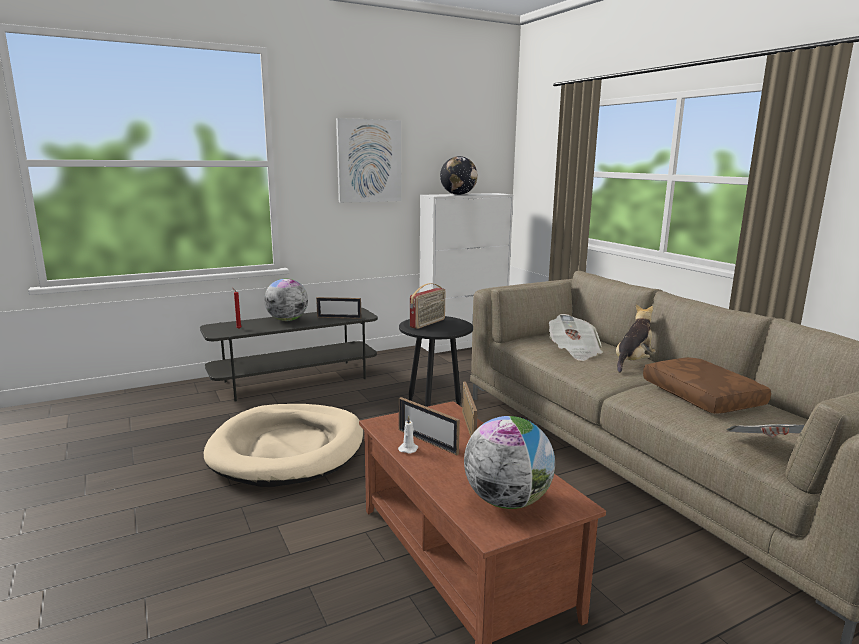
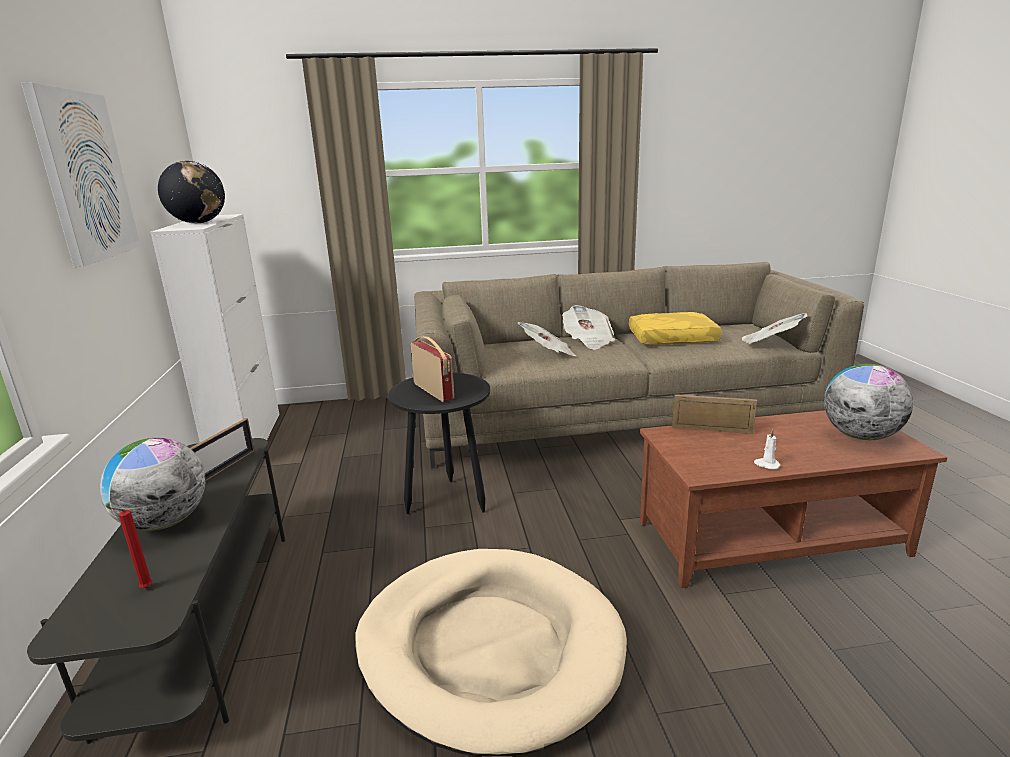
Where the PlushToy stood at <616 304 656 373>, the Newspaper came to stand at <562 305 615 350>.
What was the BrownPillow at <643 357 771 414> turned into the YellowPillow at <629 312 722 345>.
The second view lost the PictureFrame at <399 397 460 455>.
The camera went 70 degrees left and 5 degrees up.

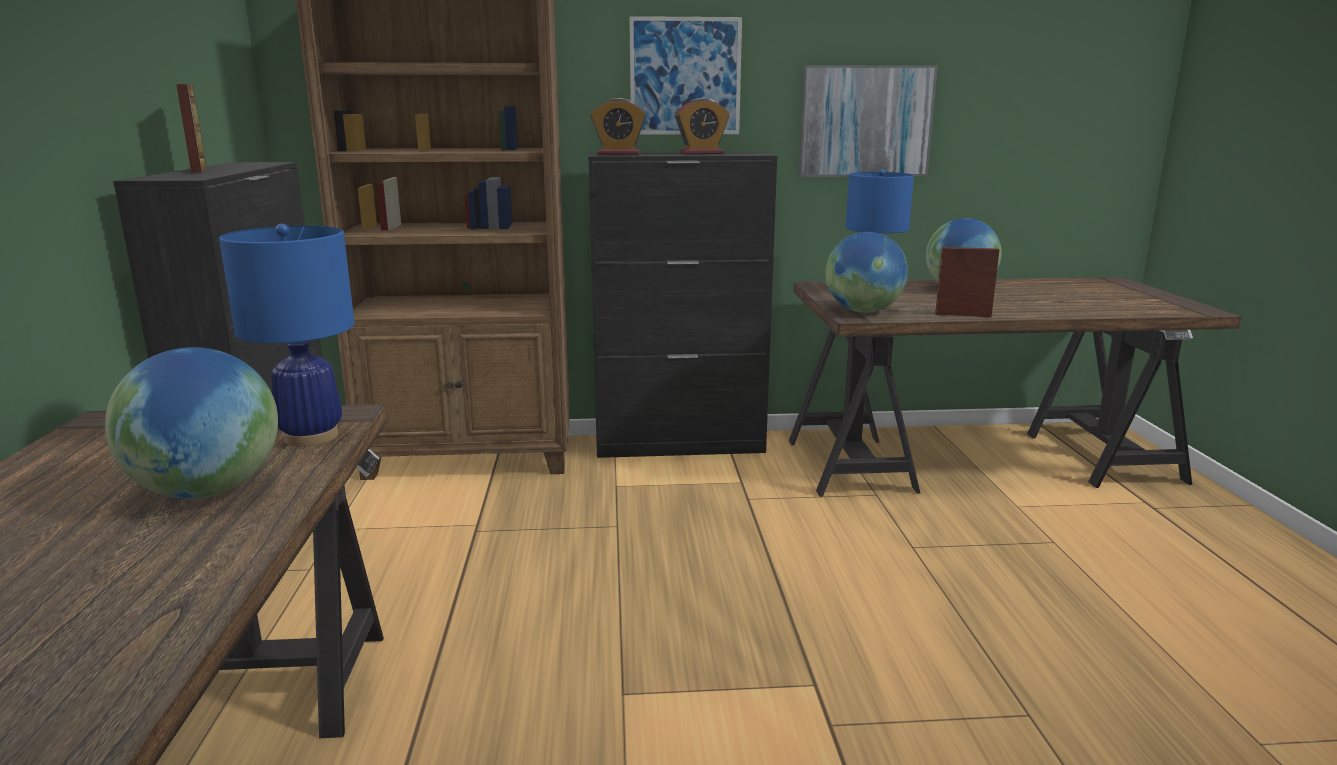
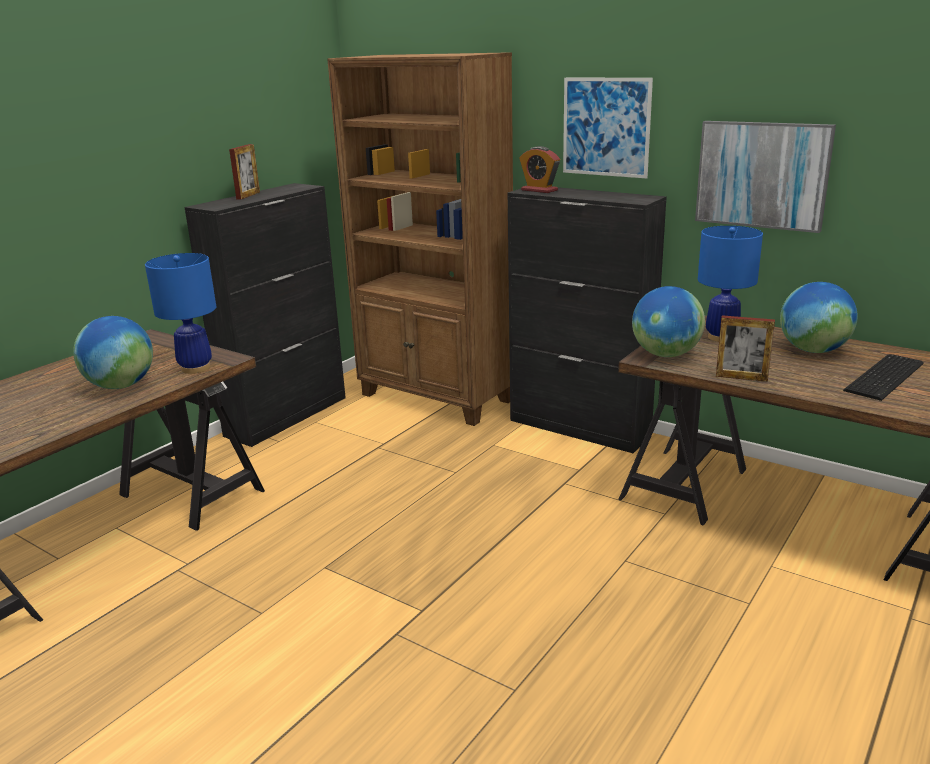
The PictureFrame at <935 247 999 317> ended up facing another way, 150 degrees clockwise from before.
The second view gained the Keyboard at <843 354 924 401>.
The second view lost the AlarmClock at <675 98 729 154>.
The camera went 40 degrees right and 5 degrees up.

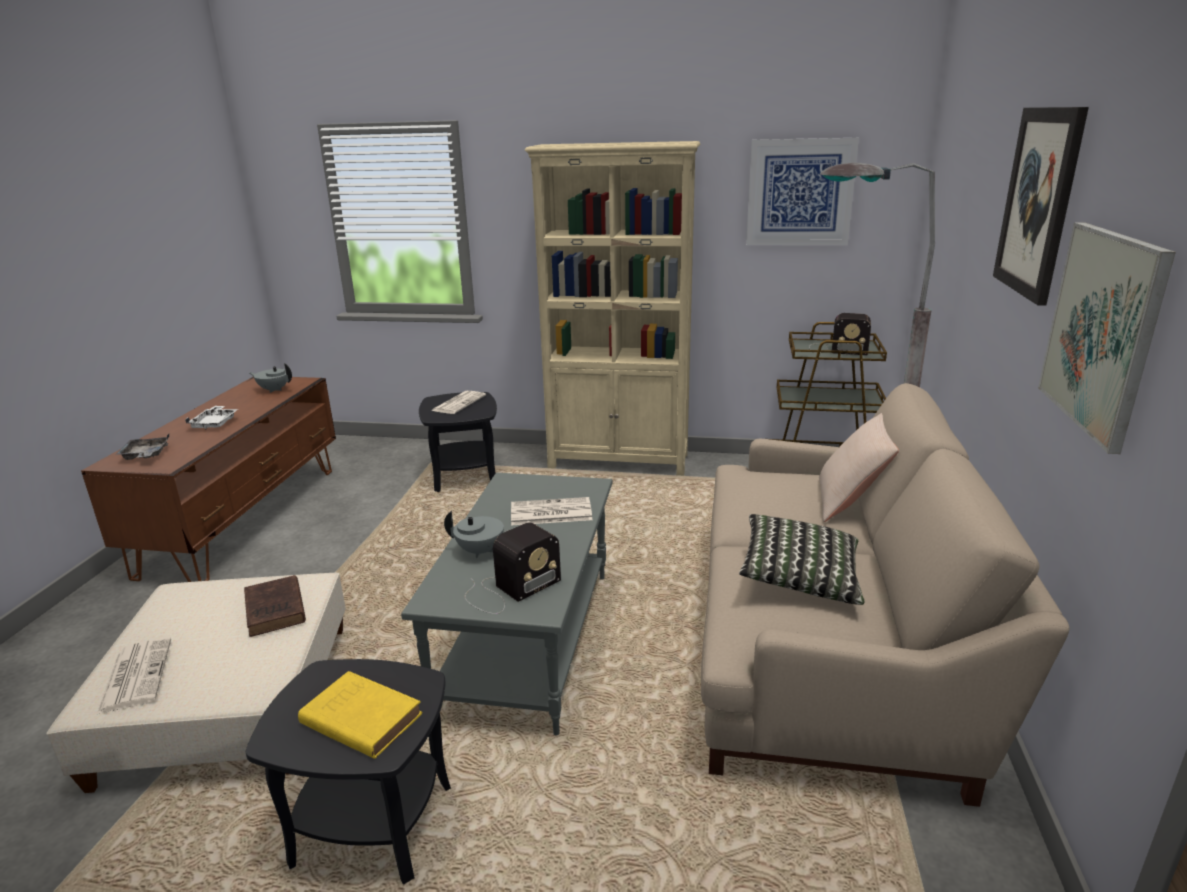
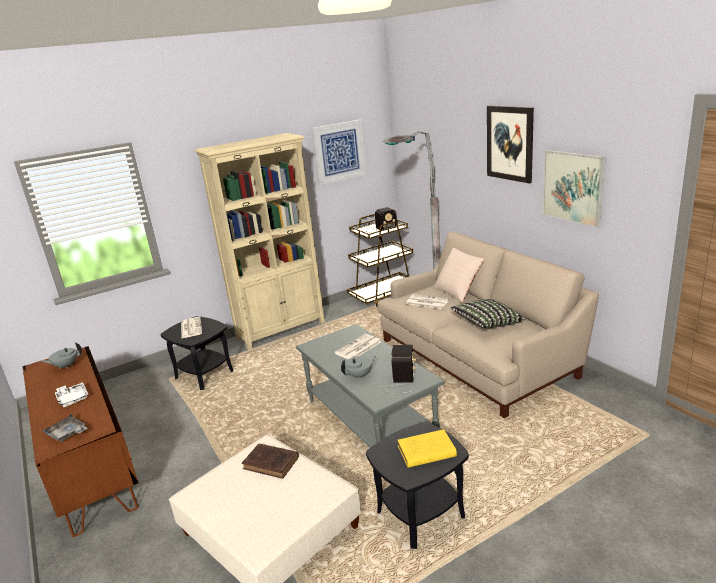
The Newspaper ended up elsewhere, having gone from <97 637 171 714> to <406 294 449 309>.
The camera went 40 degrees left and 0 degrees up.

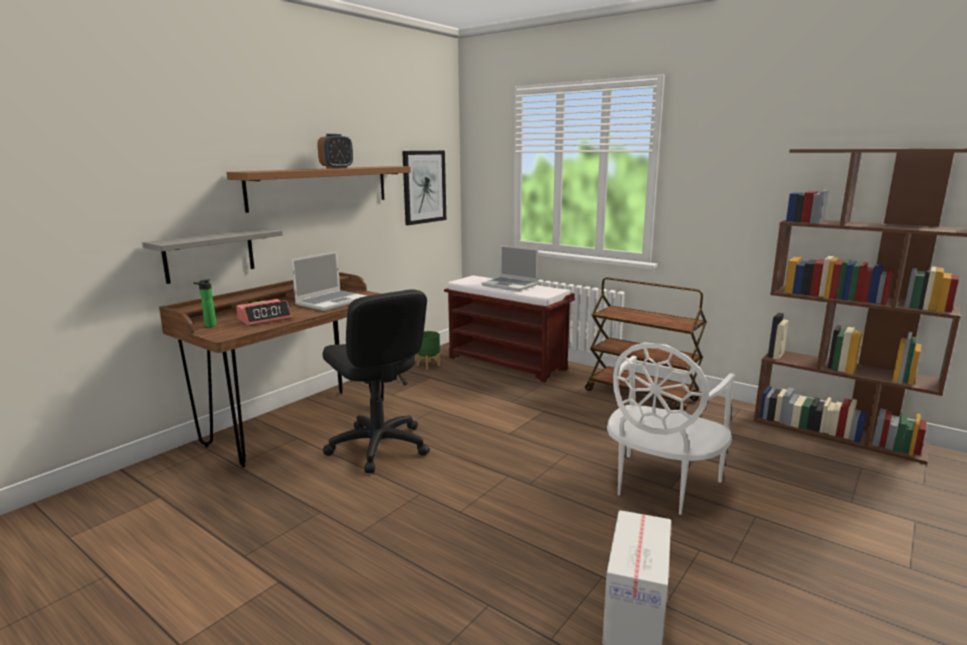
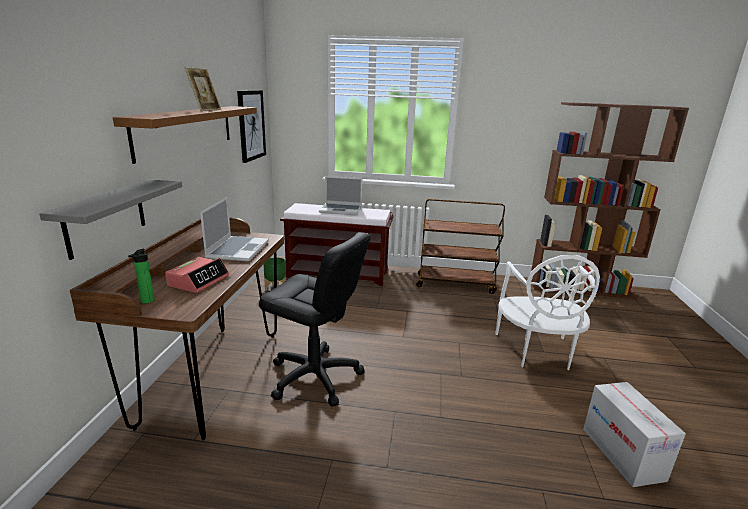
Where the AlarmClock stood at <317 134 353 169>, the PictureFrame came to stand at <185 67 221 111>.
The camera went 30 degrees left and 5 degrees up.

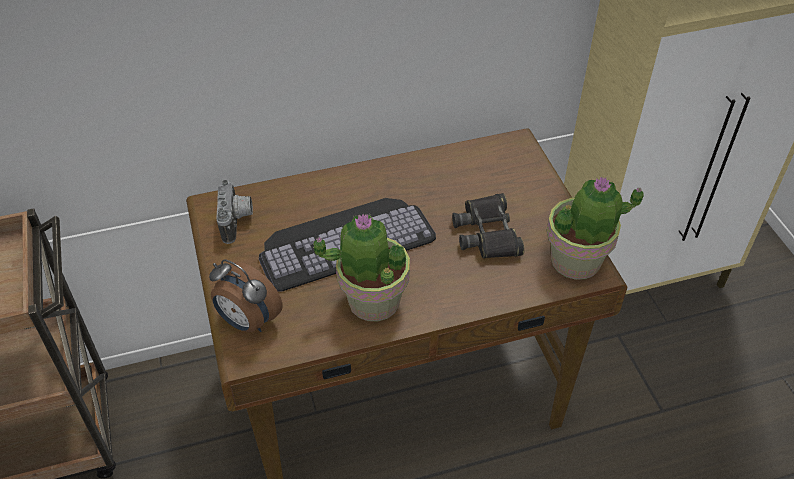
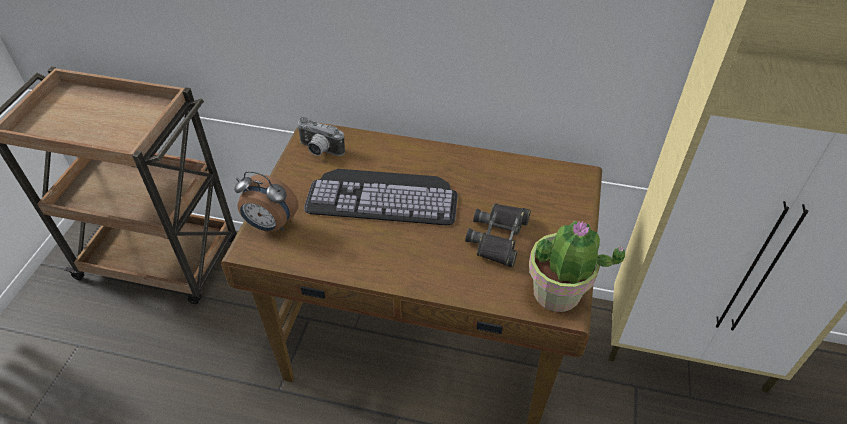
The AlarmClock at <209 259 282 332> ended up facing another way, 45 degrees counterclockwise from before.
The PhotoCamera at <216 180 253 244> ended up facing another way, 90 degrees clockwise from before.
The second view lost the PottedPlant at <313 214 410 321>.
The camera went 30 degrees right and 0 degrees up.

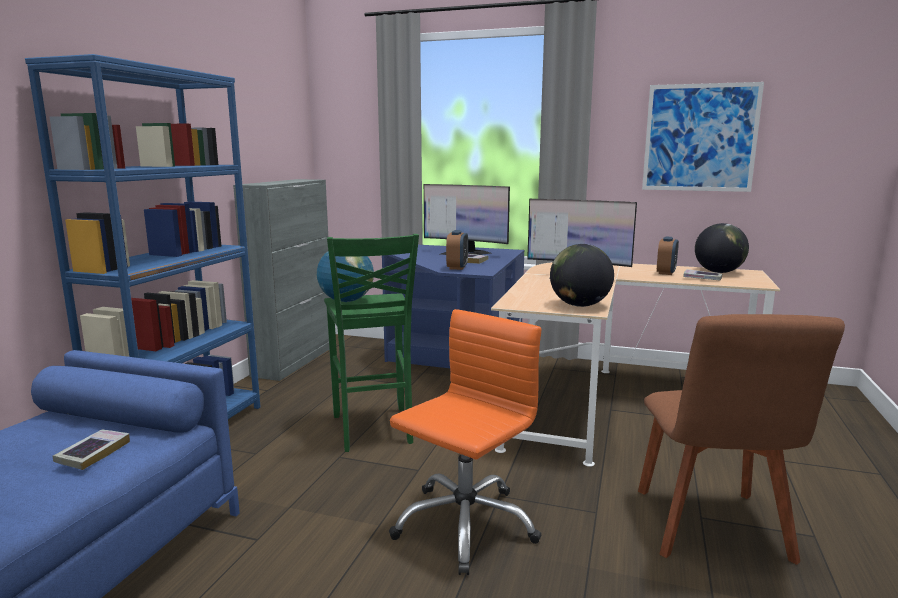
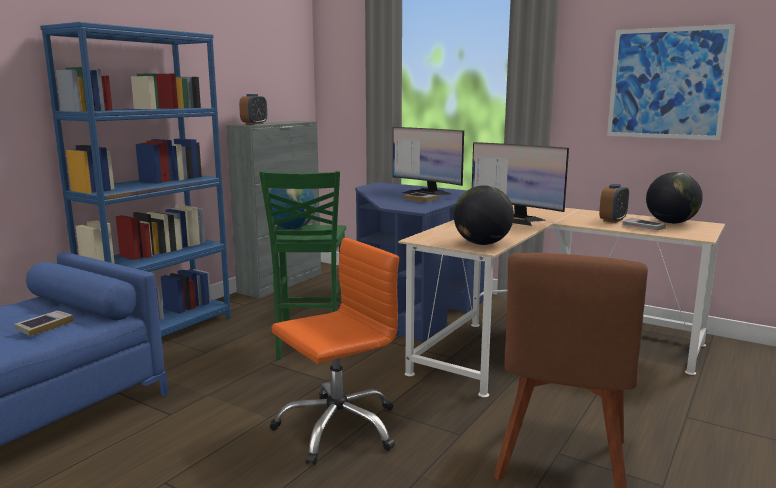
The AlarmClock ended up elsewhere, having gone from <446 230 468 270> to <239 94 267 125>.
The camera went 15 degrees right and 0 degrees up.

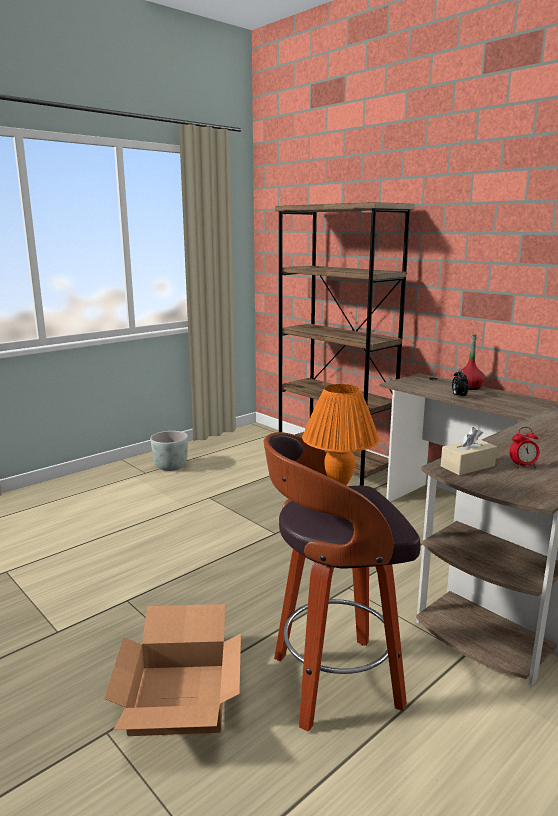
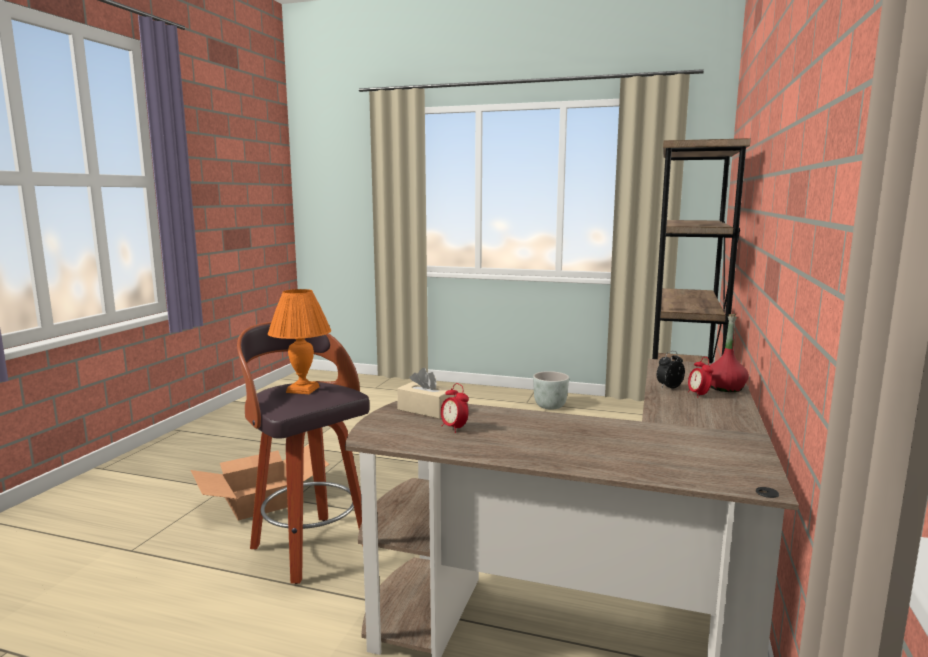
The second view gained the AlarmClock at <688 357 713 398>.
The camera went 60 degrees right and 5 degrees down.

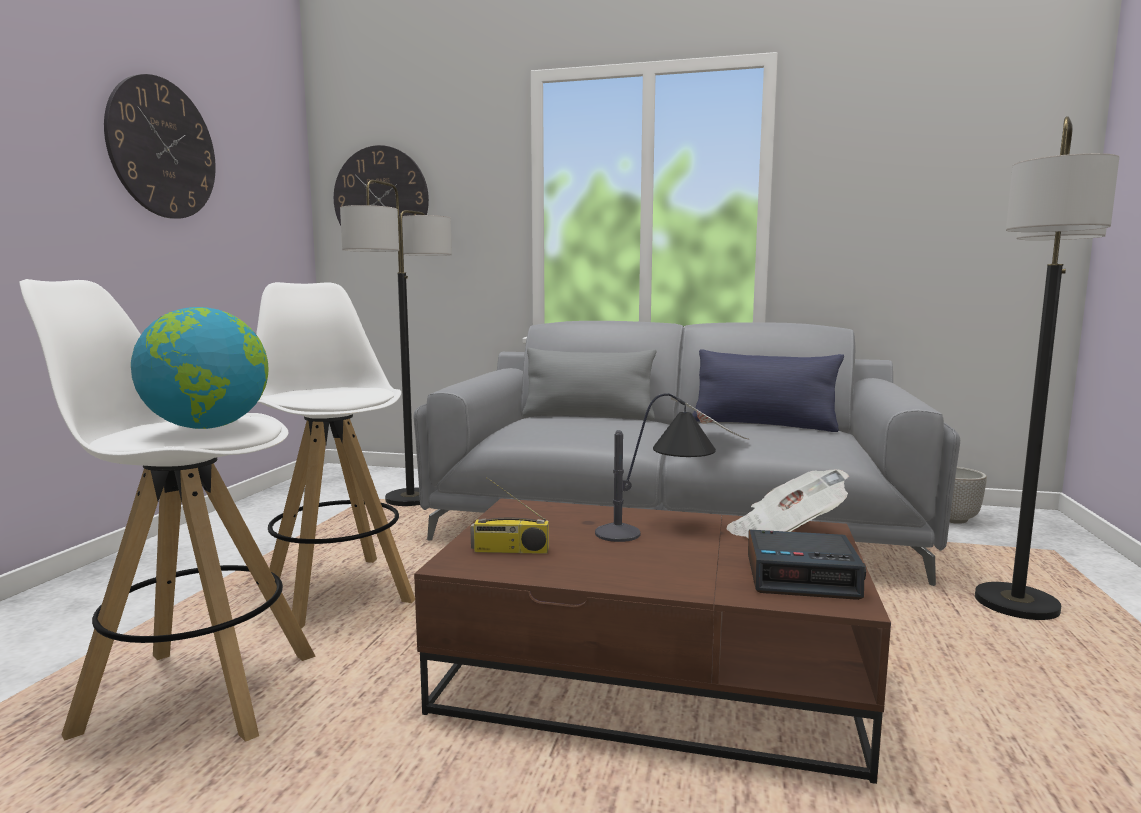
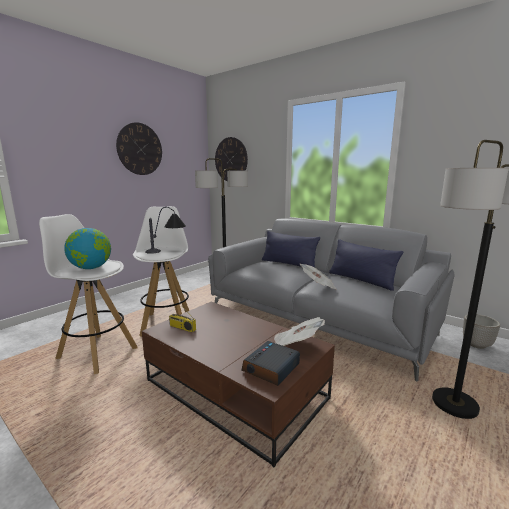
The TableLamp ended up elsewhere, having gone from <595 393 716 542> to <145 207 186 254>.
The AlarmClock at <748 530 866 600> ended up facing another way, 90 degrees clockwise from before.
What was the GreyPillow at <522 348 656 420> turned into the BluePillow at <262 231 320 267>.
The camera went 25 degrees right and 5 degrees up.

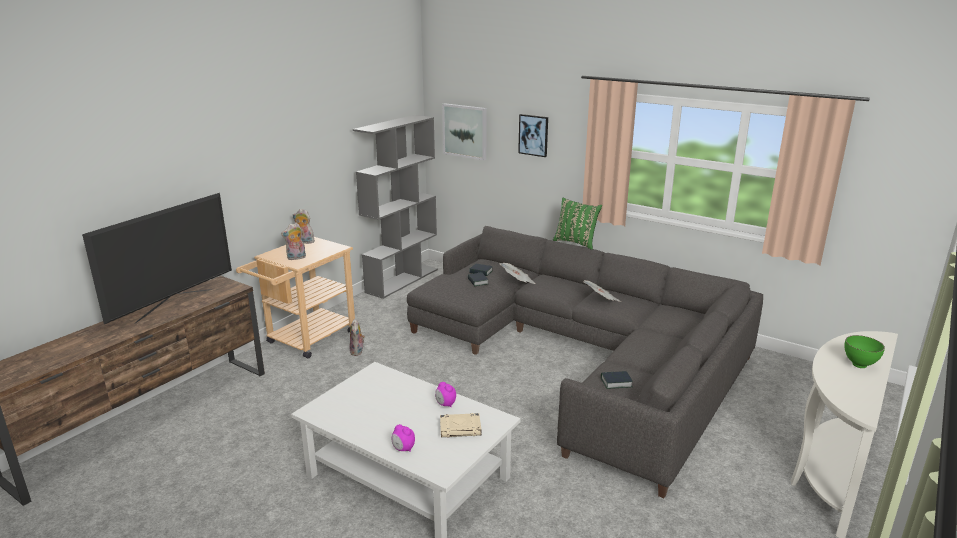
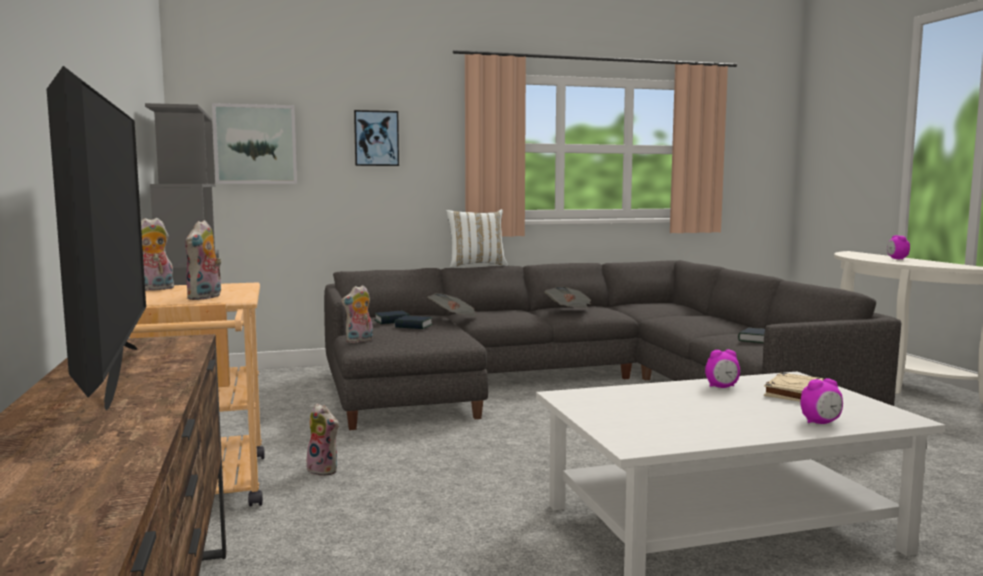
The second view gained the PlushToy at <341 285 373 343>.
What was the GreenPillow at <553 198 602 250> turned into the WhitePillow at <446 209 508 268>.
Where the GreenBowl stood at <844 335 885 368>, the AlarmClock came to stand at <887 235 910 260>.
The camera went 50 degrees left and 15 degrees down.

